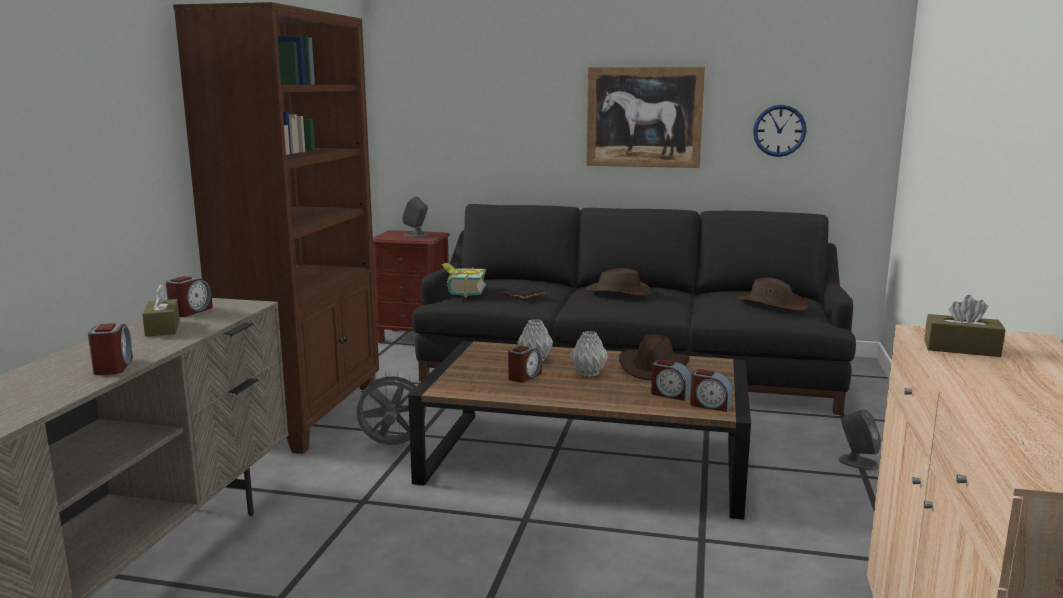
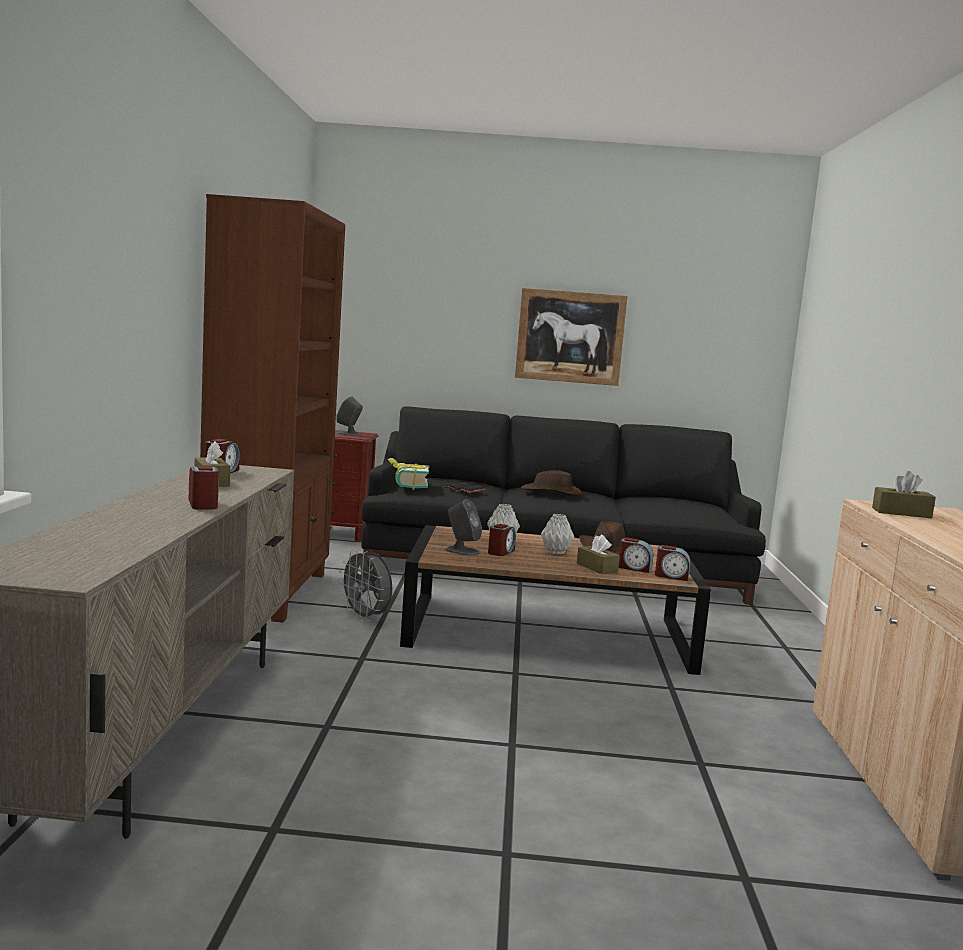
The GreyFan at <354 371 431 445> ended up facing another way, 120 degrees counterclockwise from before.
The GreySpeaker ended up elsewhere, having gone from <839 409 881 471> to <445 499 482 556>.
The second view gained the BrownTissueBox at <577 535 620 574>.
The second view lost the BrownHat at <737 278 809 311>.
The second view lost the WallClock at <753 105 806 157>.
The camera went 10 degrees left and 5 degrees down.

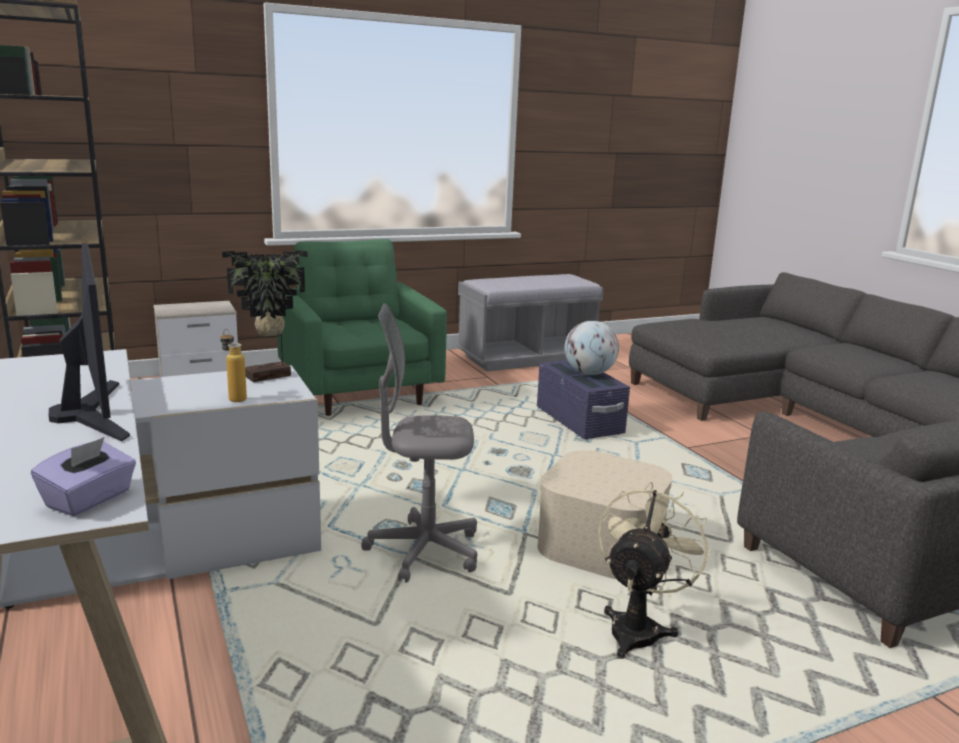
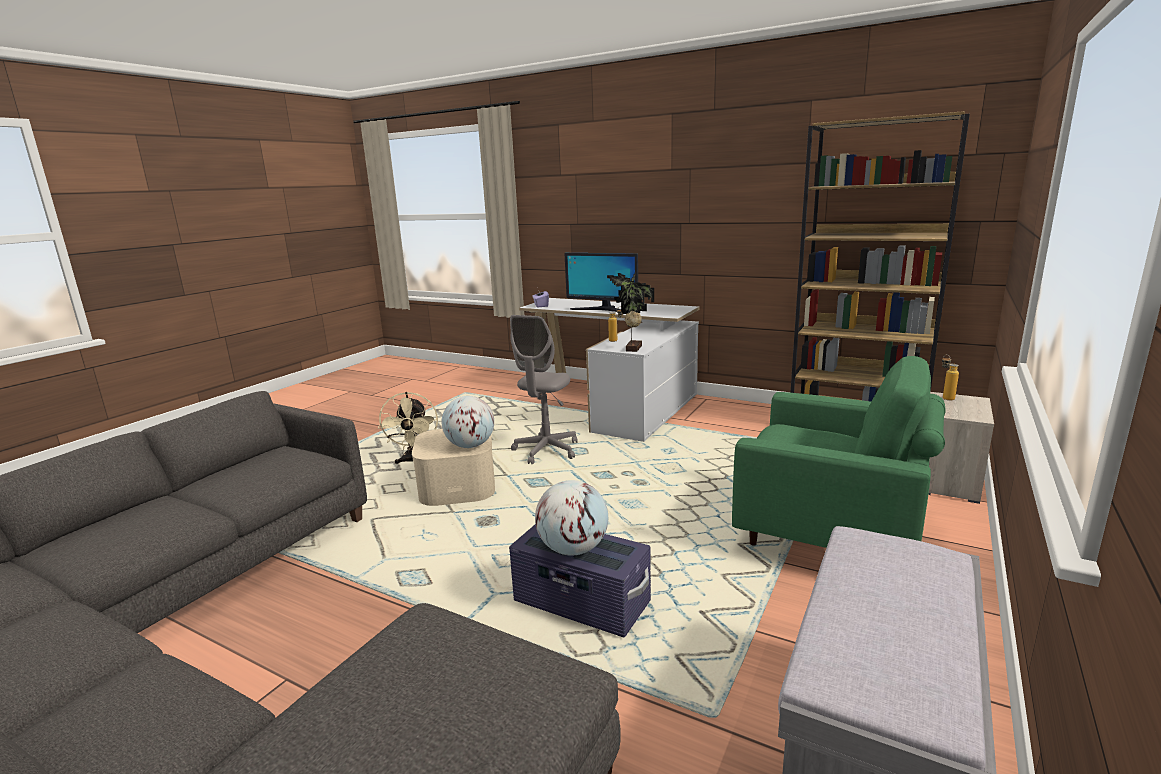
The second view gained the Globe at <442 396 494 448>.
The GreyOfficeChair at <361 303 477 583> ended up facing another way, 150 degrees clockwise from before.
The second view gained the Bottle at <942 354 959 400>.
The camera went 145 degrees right and 0 degrees up.

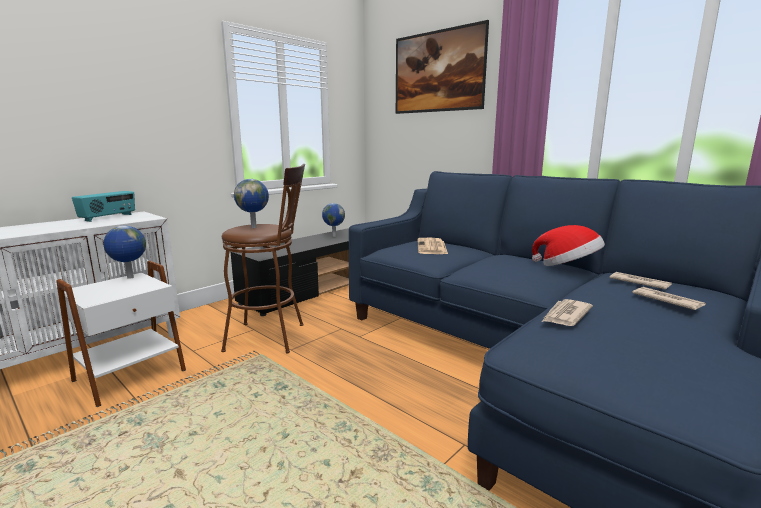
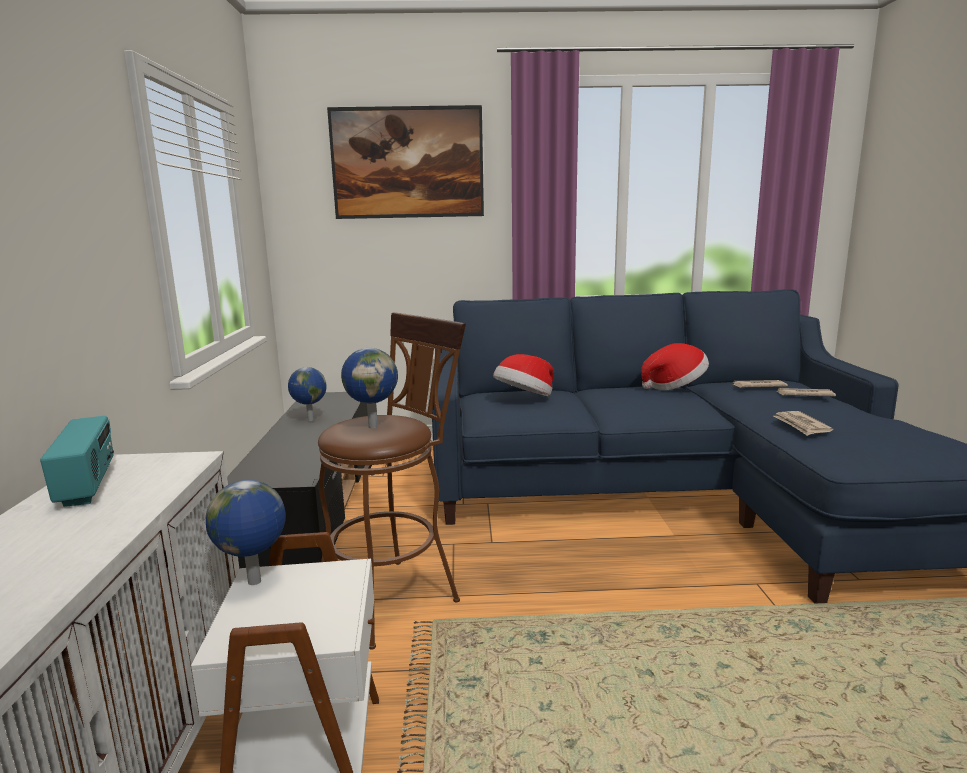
Where the Newspaper stood at <417 238 448 254>, the Hat came to stand at <493 354 554 397>.
The camera went 45 degrees left and 0 degrees up.

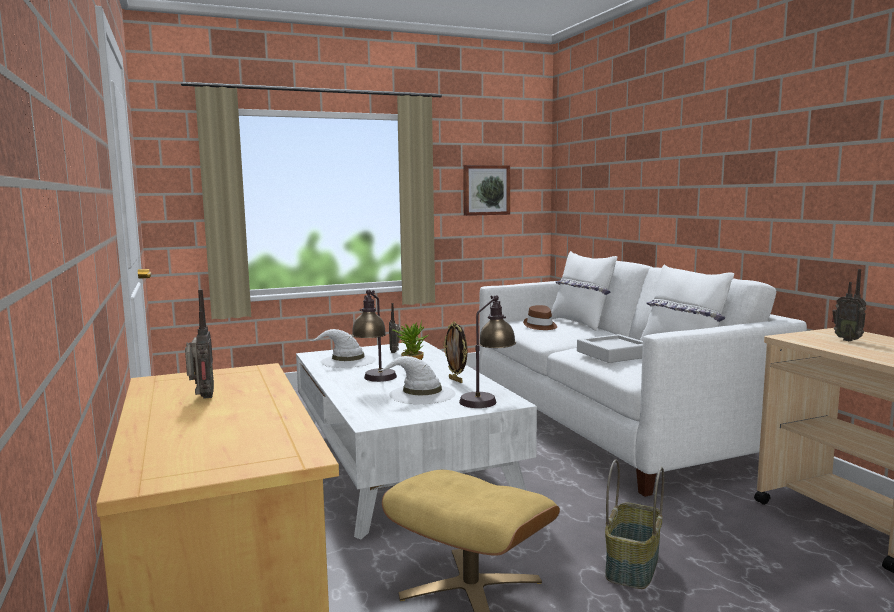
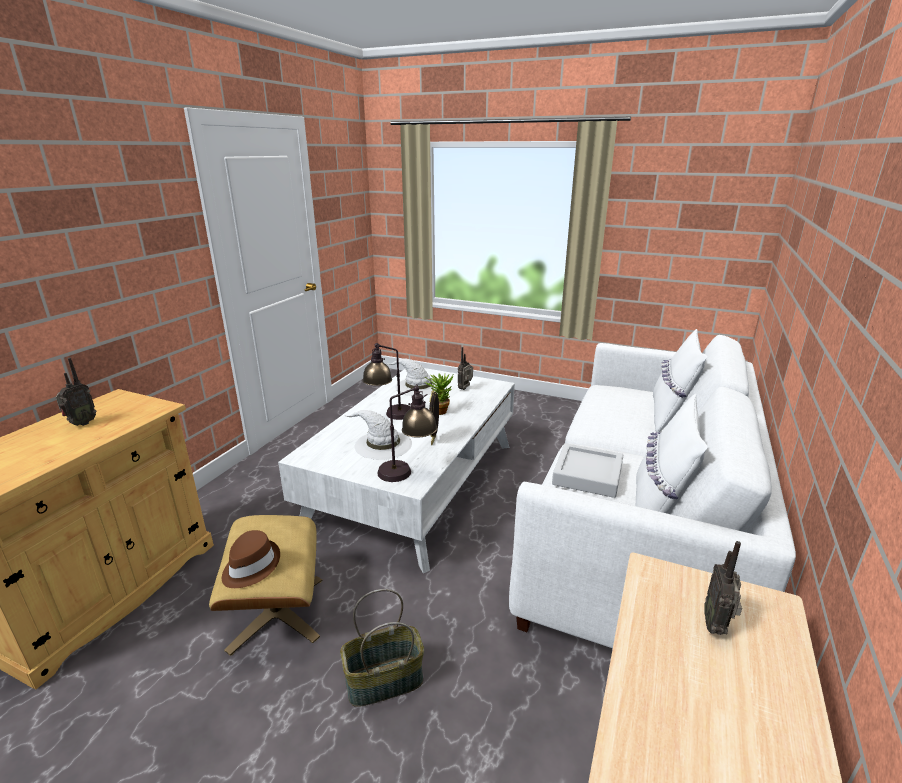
The BrownHat ended up elsewhere, having gone from <523 305 557 330> to <222 530 280 588>.
The second view lost the Picture at <463 165 510 216>.
The camera went 45 degrees right and 15 degrees up.

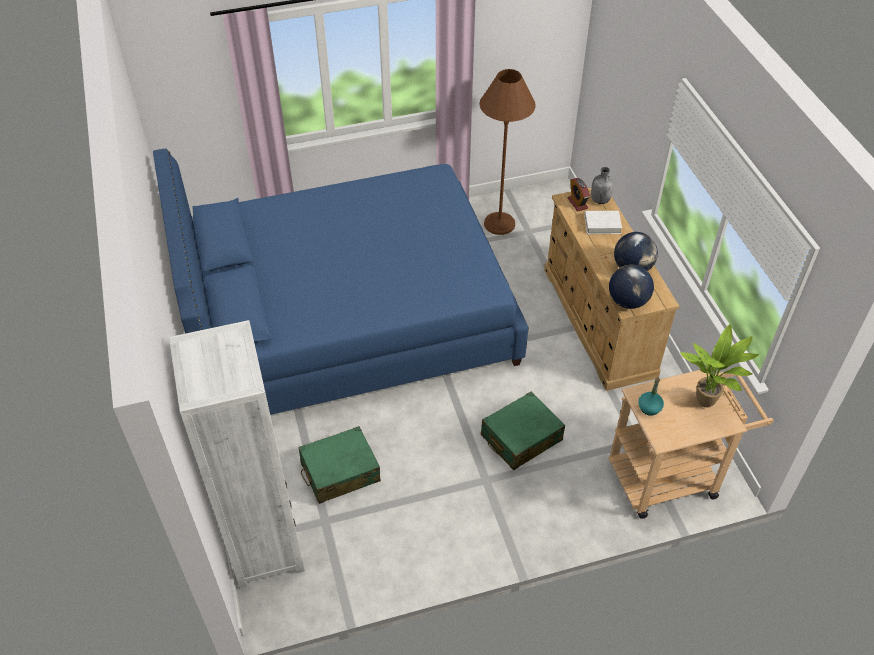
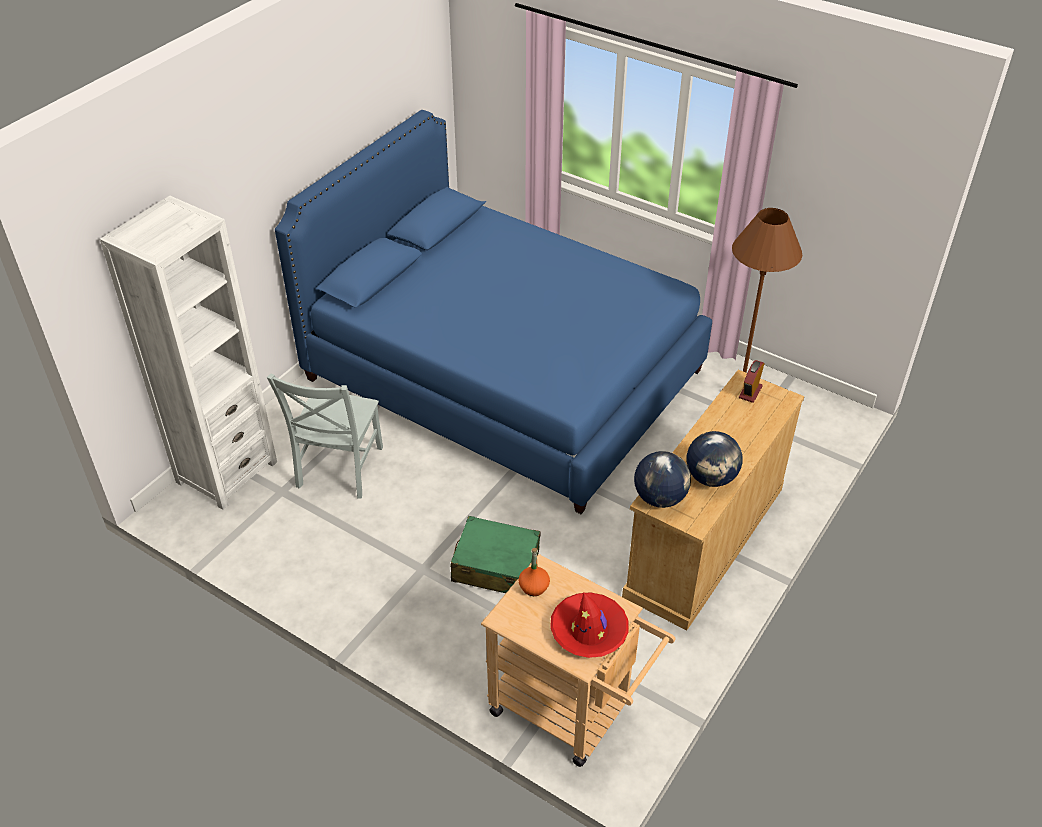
Where the GreenSuitcase stood at <299 426 381 504>, the GreyChair came to stand at <267 373 383 499>.
What was the TurquoiseBottle at <638 377 664 416> turned into the OrangeBottle at <519 548 550 596>.
Where the PottedPlant stood at <680 324 759 407>, the RedHat came to stand at <550 592 629 658>.
The second view lost the WhiteBook at <584 211 622 234>.
The second view lost the GreyBottle at <591 167 614 204>.
The camera went 50 degrees right and 5 degrees down.

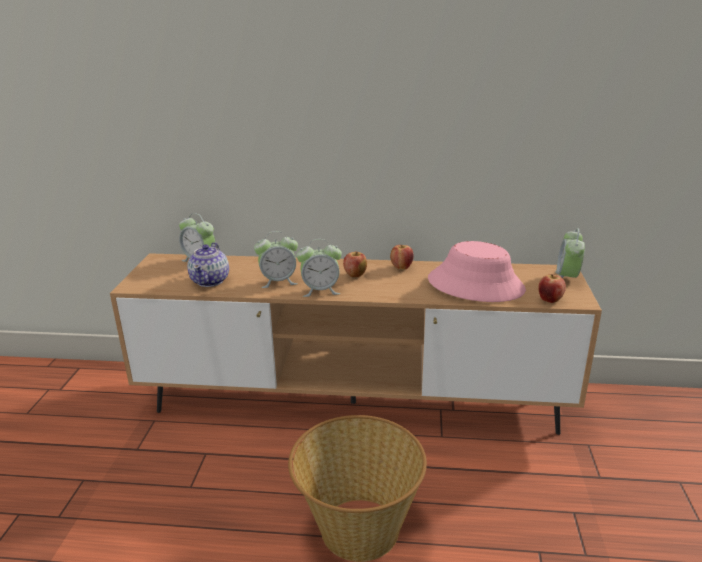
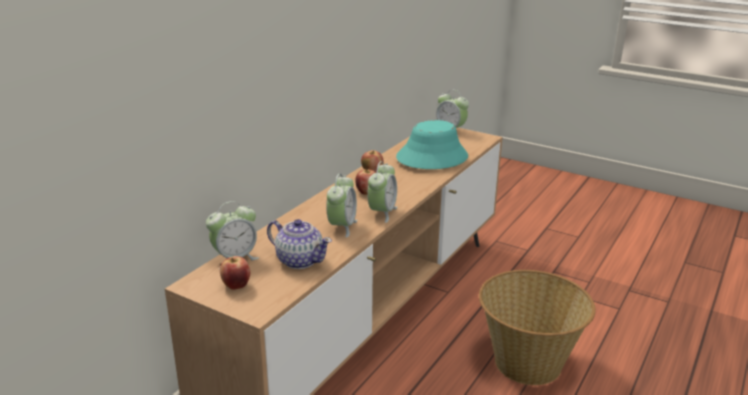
The Apple ended up elsewhere, having gone from <538 274 566 303> to <220 256 250 290>.
What was the PinkHat at <428 241 526 302> turned into the TurquoiseHat at <396 120 468 169>.
The camera went 65 degrees left and 0 degrees up.

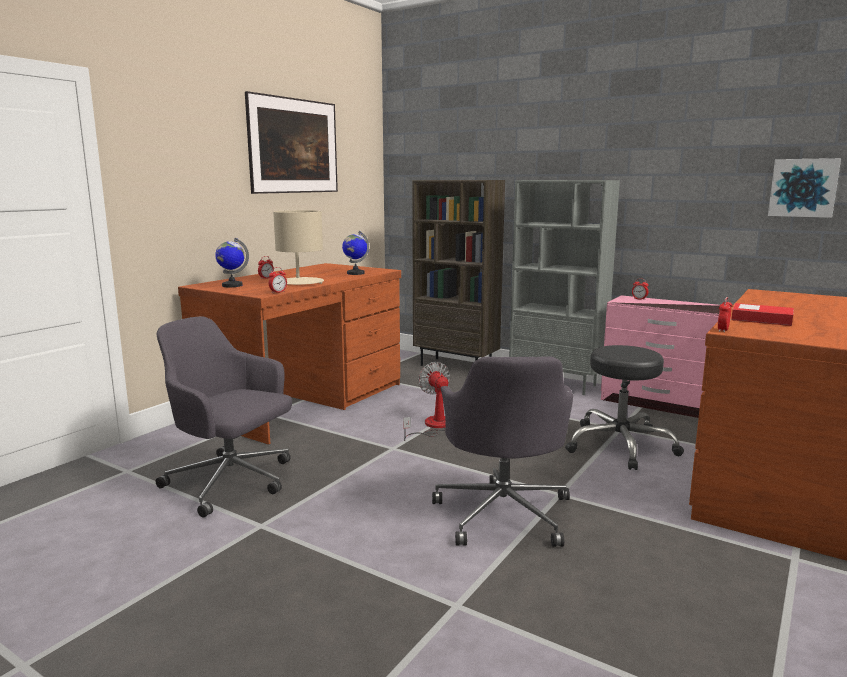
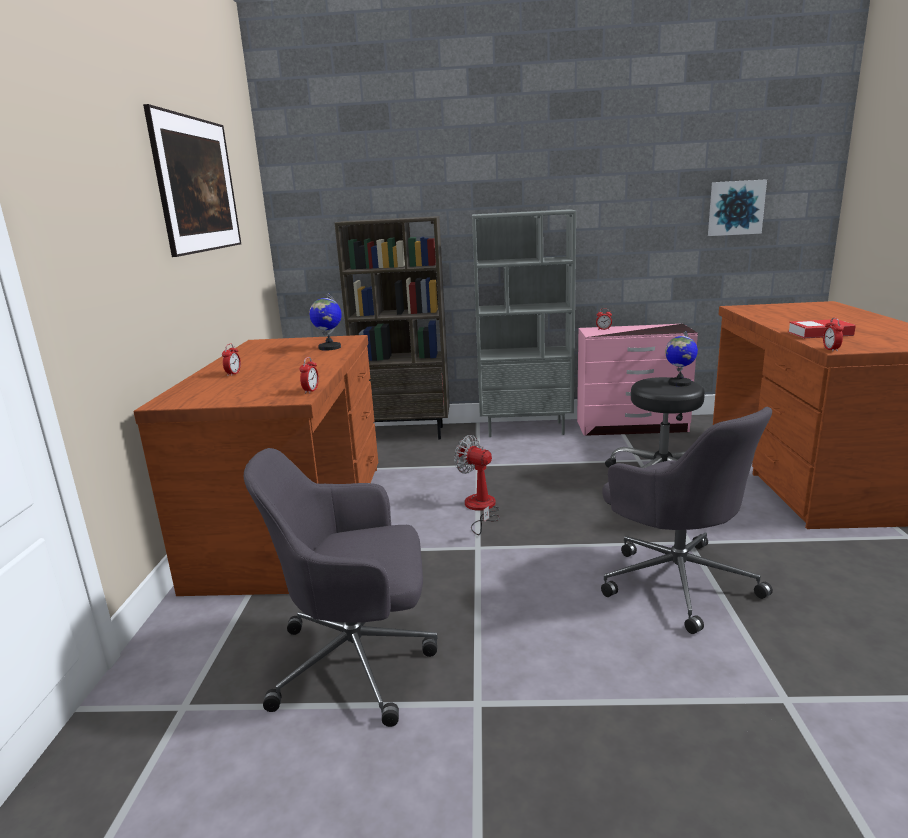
The Globe ended up elsewhere, having gone from <215 238 249 287> to <665 331 698 386>.
The second view lost the BeigeTableLamp at <273 210 324 285>.
The camera went 30 degrees left and 5 degrees up.

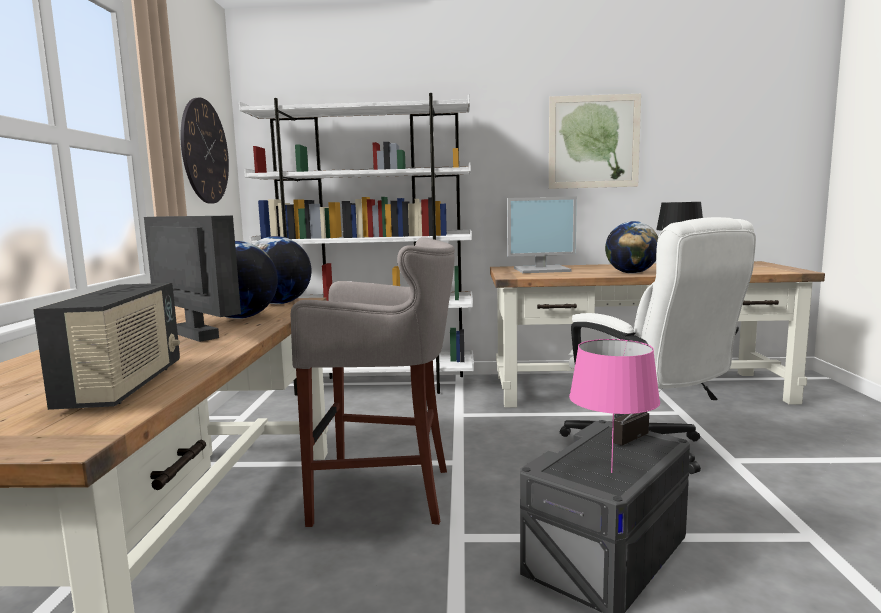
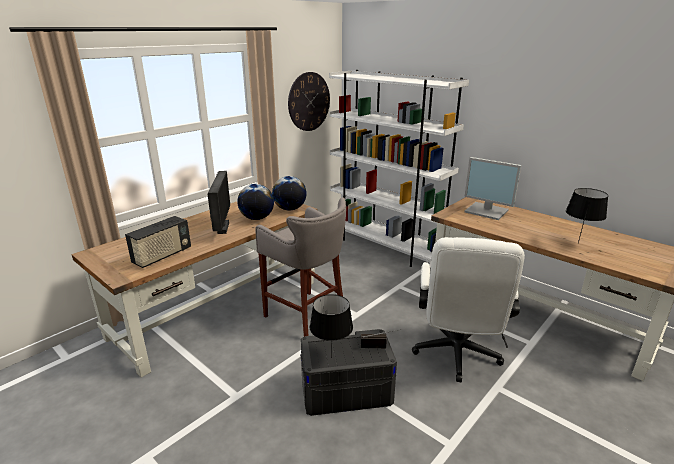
What was the PinkTableLamp at <569 339 660 473> turned into the BlackTableLamp at <310 294 353 358>.
The second view lost the Picture at <549 94 641 189>.
The second view lost the Globe at <605 221 658 274>.
The camera went 40 degrees right and 15 degrees up.

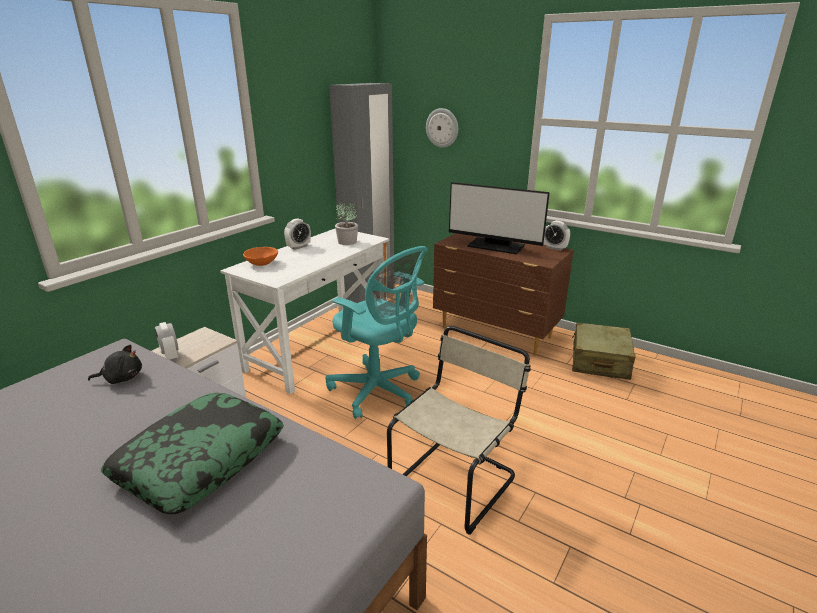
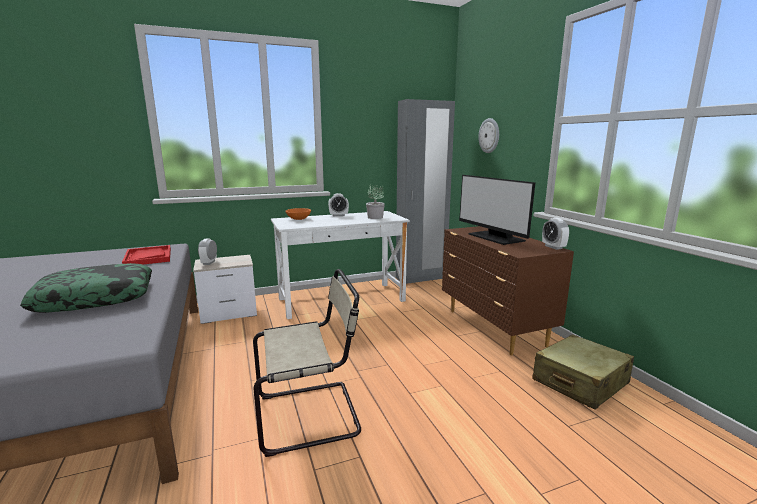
Where the BlackPlushToy stood at <88 345 142 384>, the RedTray came to stand at <122 245 171 265>.
The second view lost the TurquoiseOfficeChair at <325 246 428 419>.
The camera went 35 degrees right and 10 degrees down.

